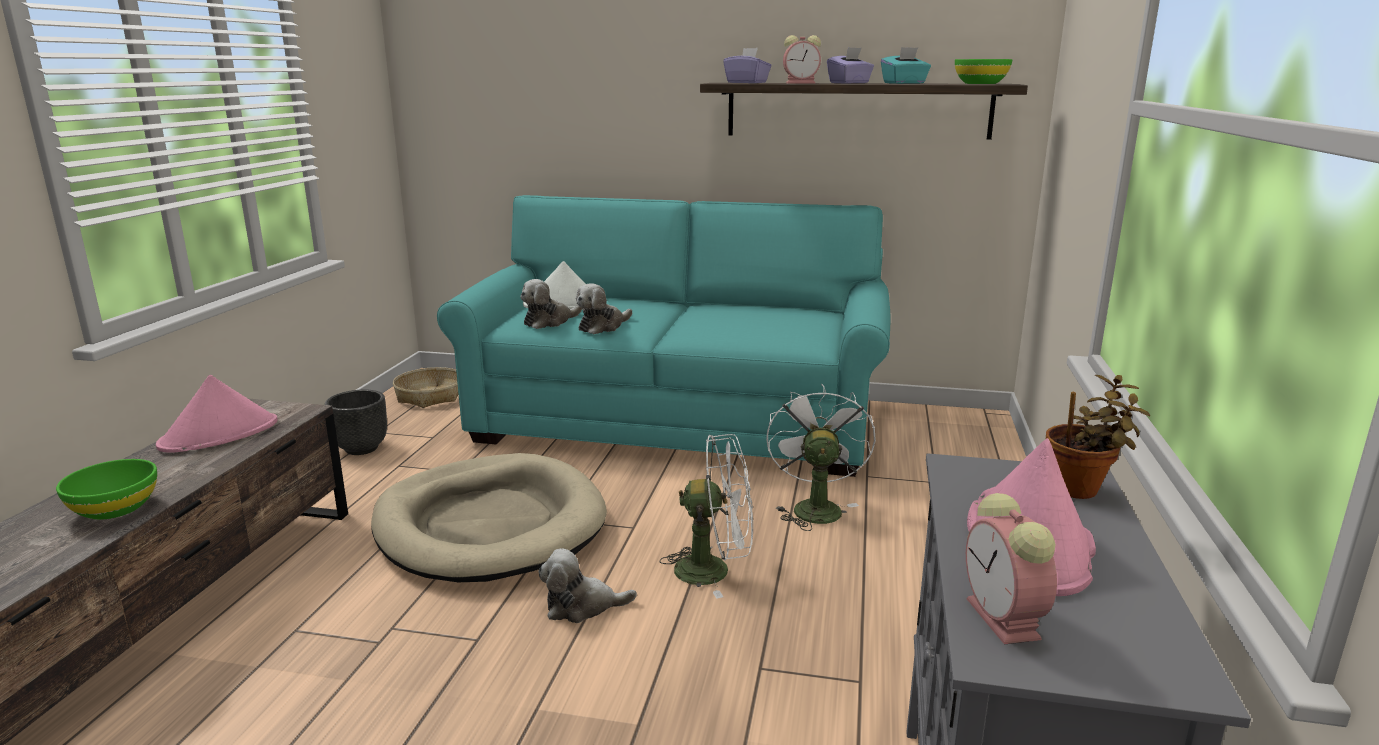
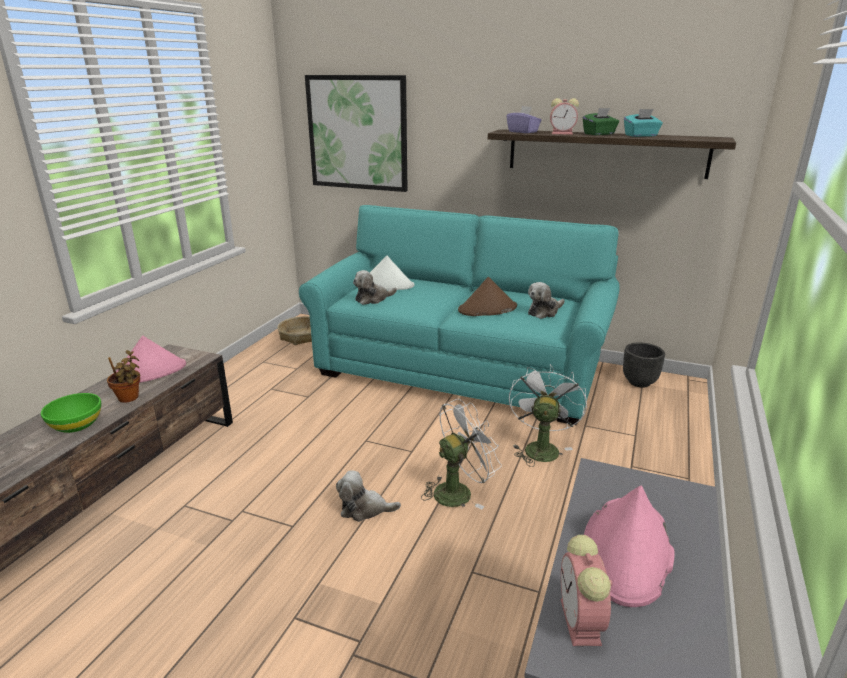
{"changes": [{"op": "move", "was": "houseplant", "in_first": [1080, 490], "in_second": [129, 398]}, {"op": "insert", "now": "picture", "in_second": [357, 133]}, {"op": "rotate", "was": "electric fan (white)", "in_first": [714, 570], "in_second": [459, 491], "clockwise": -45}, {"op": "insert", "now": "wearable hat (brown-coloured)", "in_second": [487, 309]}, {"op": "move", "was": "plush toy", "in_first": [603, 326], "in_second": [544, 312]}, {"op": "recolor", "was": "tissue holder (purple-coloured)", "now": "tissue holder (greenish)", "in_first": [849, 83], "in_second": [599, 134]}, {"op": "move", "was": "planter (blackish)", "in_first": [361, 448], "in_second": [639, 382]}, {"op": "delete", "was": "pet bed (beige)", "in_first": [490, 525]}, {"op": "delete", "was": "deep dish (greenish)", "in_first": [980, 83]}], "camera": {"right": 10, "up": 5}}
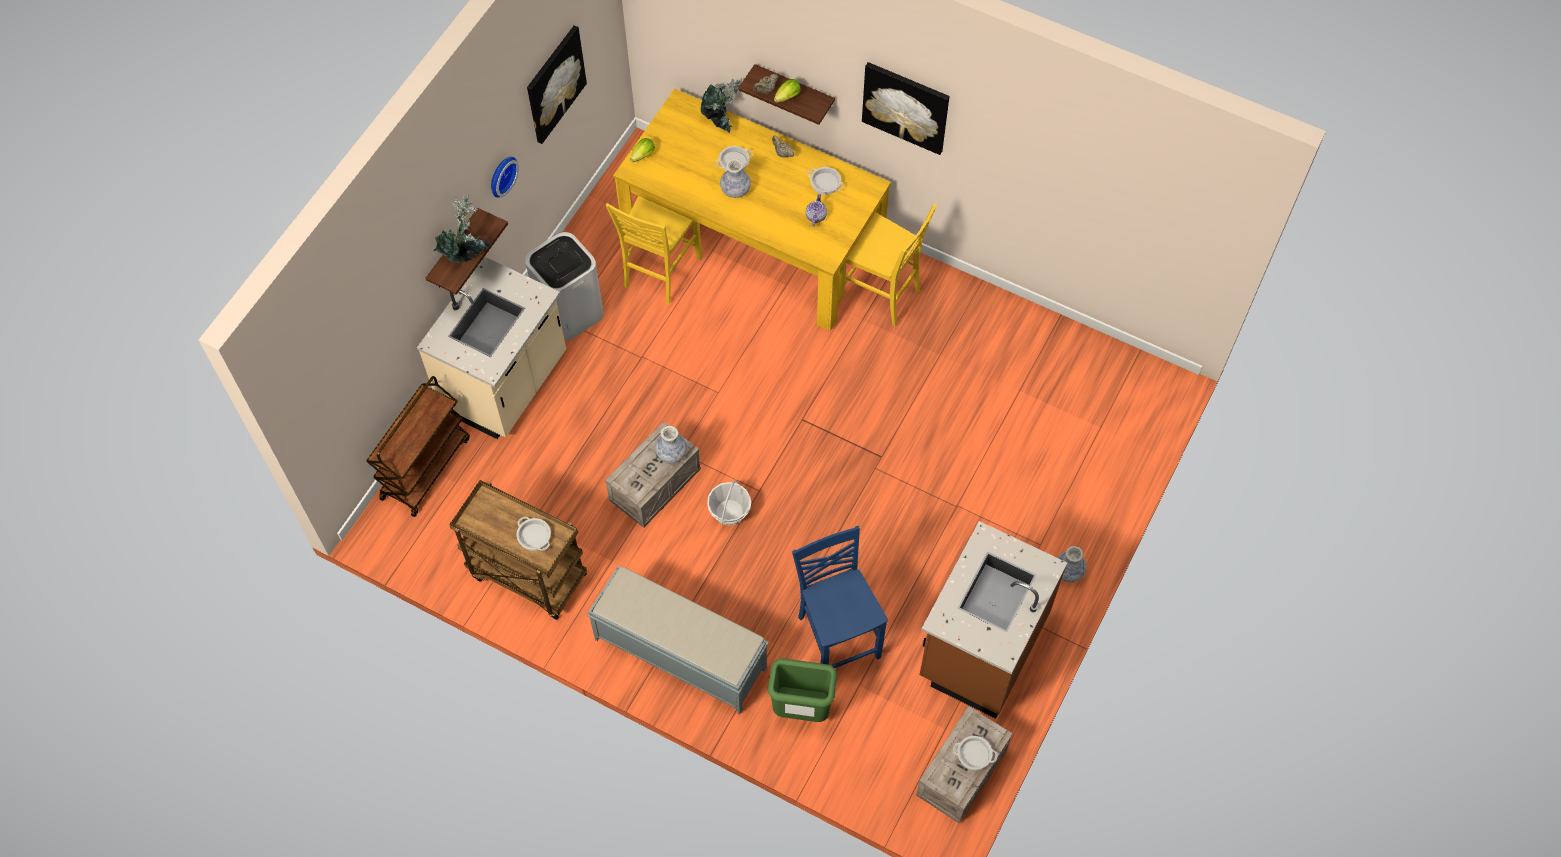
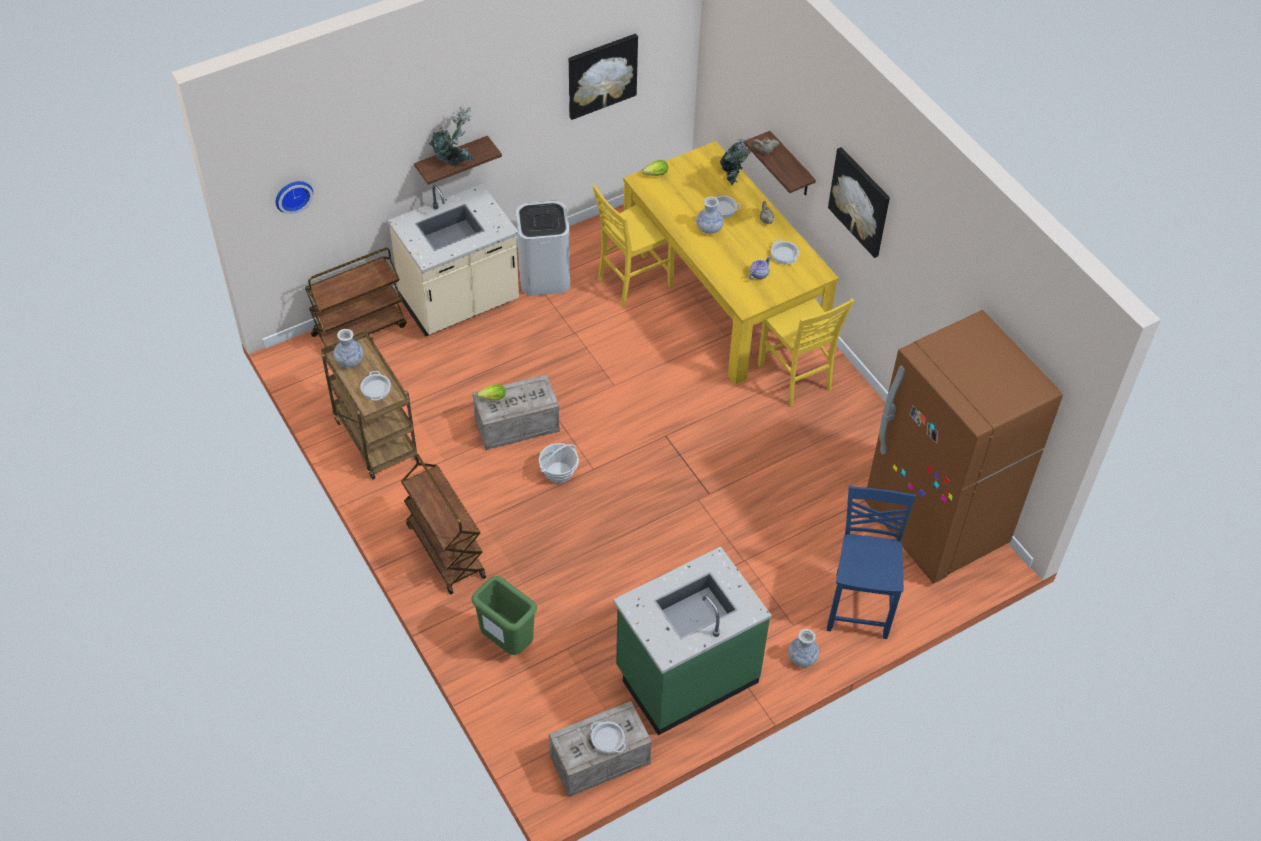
{"changes": [{"op": "move", "was": "clock on the wall", "in_first": [501, 175], "in_second": [292, 195]}, {"op": "move", "was": "vase", "in_first": [671, 453], "in_second": [349, 360]}, {"op": "replace", "was": "indoor bench (gray)", "now": "cart (brown-coloured)", "in_first": [679, 653], "in_second": [445, 550]}, {"op": "move", "was": "lettuce", "in_first": [786, 98], "in_second": [491, 398]}, {"op": "recolor", "was": "counter (brown-coloured)", "now": "counter (greenish)", "in_first": [981, 647], "in_second": [686, 675]}, {"op": "move", "was": "chair (blue)", "in_first": [837, 636], "in_second": [860, 604]}, {"op": "insert", "now": "refrigerator (brown-coloured)", "in_second": [935, 525]}], "camera": {"right": 30, "up": -10}}
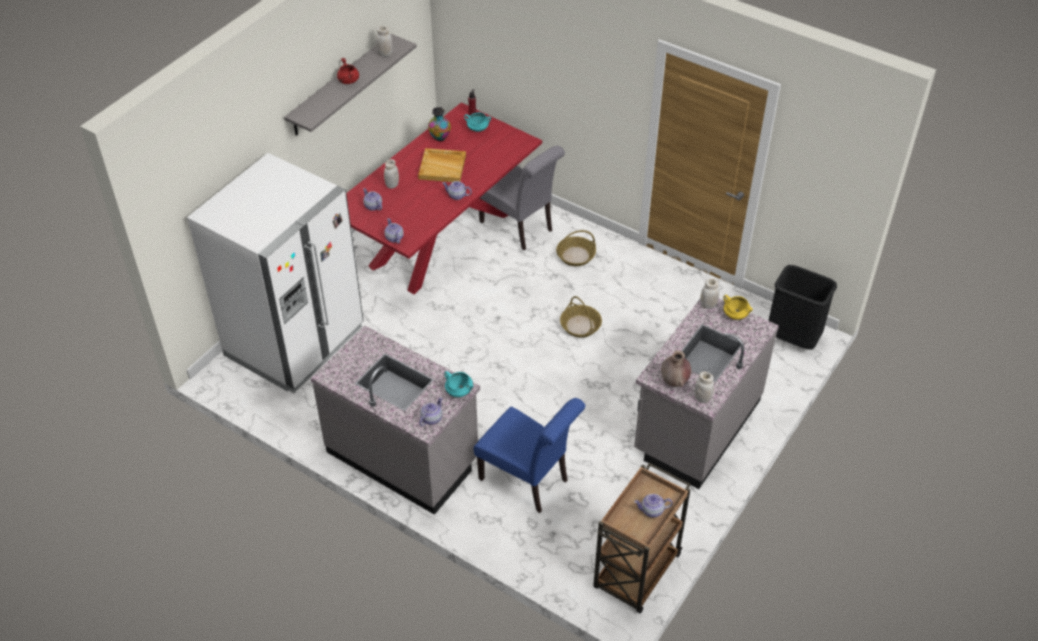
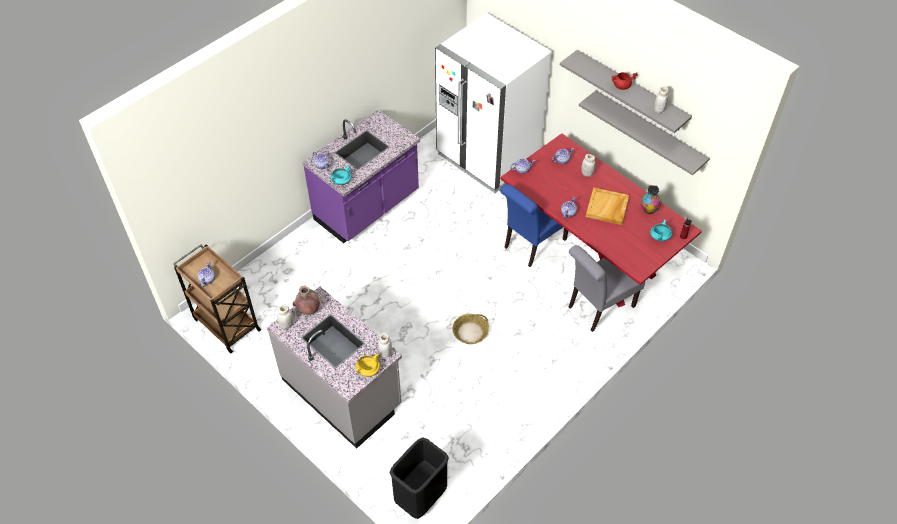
{"changes": [{"op": "recolor", "was": "counter (gray)", "now": "counter (purple-coloured)", "in_first": [403, 456], "in_second": [367, 207]}, {"op": "move", "was": "chair (blue)", "in_first": [528, 481], "in_second": [532, 245]}, {"op": "insert", "now": "bracket shelf (gray)", "in_second": [649, 131]}, {"op": "delete", "was": "household basket", "in_first": [576, 255]}], "camera": {"right": 100, "up": 5}}
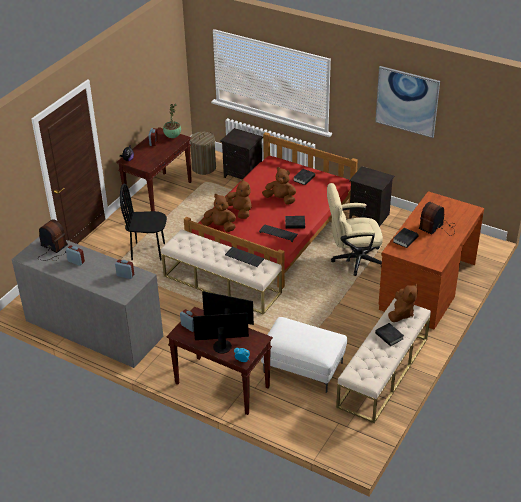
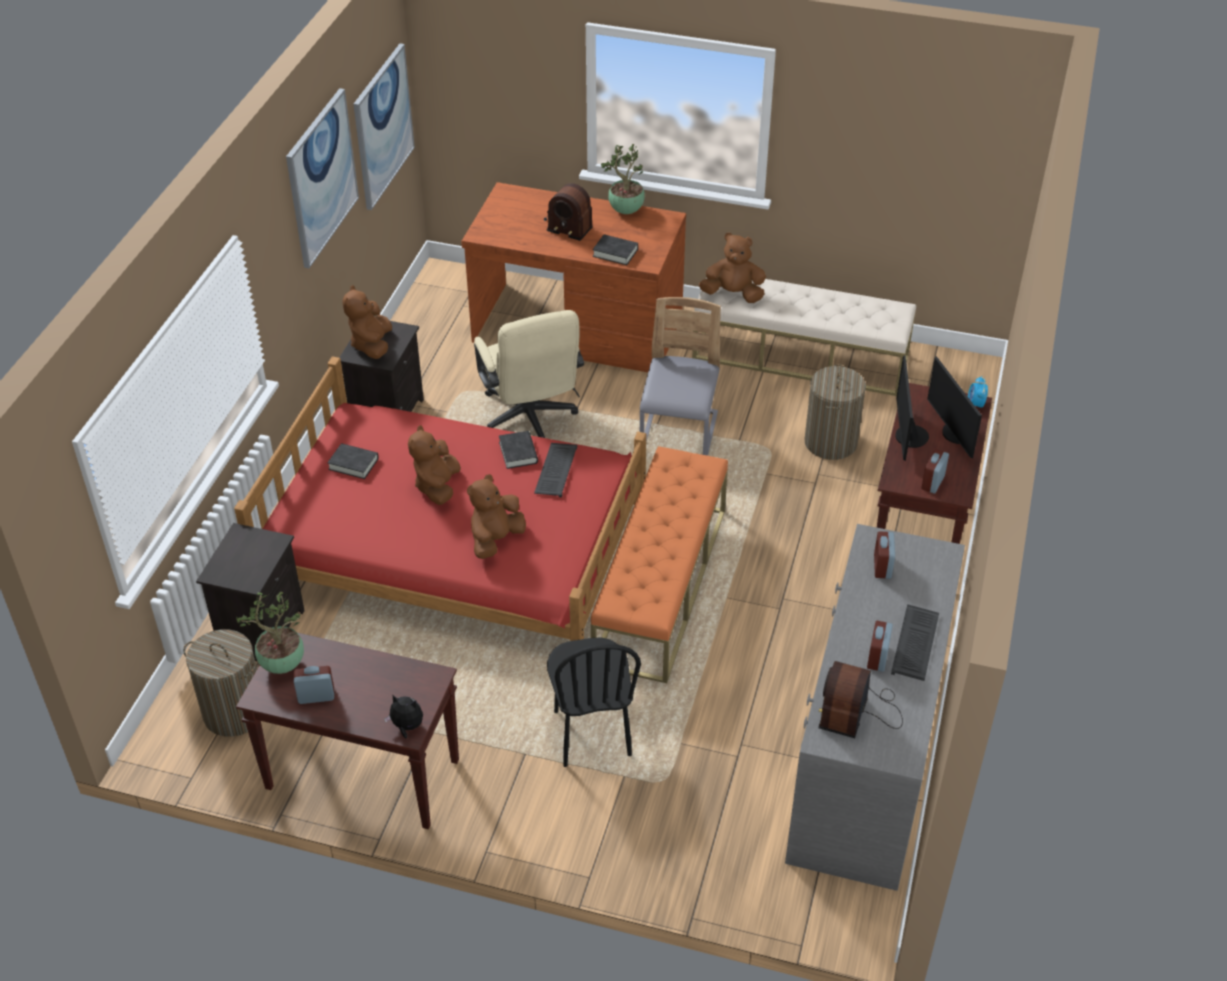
{"changes": [{"op": "move", "was": "plush toy (brown-coloured)", "in_first": [220, 227], "in_second": [372, 345]}, {"op": "insert", "now": "picture", "in_second": [383, 126]}, {"op": "recolor", "was": "indoor bench (beige)", "now": "indoor bench (orangey)", "in_first": [222, 284], "in_second": [661, 585]}, {"op": "insert", "now": "houseplant", "in_second": [625, 211]}, {"op": "insert", "now": "chair (gray)", "in_second": [679, 432]}, {"op": "replace", "was": "pouffe (white)", "now": "laundry basket", "in_first": [303, 367], "in_second": [830, 442]}, {"op": "move", "was": "PC keyboard", "in_first": [243, 258], "in_second": [915, 645]}, {"op": "delete", "was": "bound book (blackish)", "in_first": [389, 336]}], "camera": {"right": -105, "up": 5}}
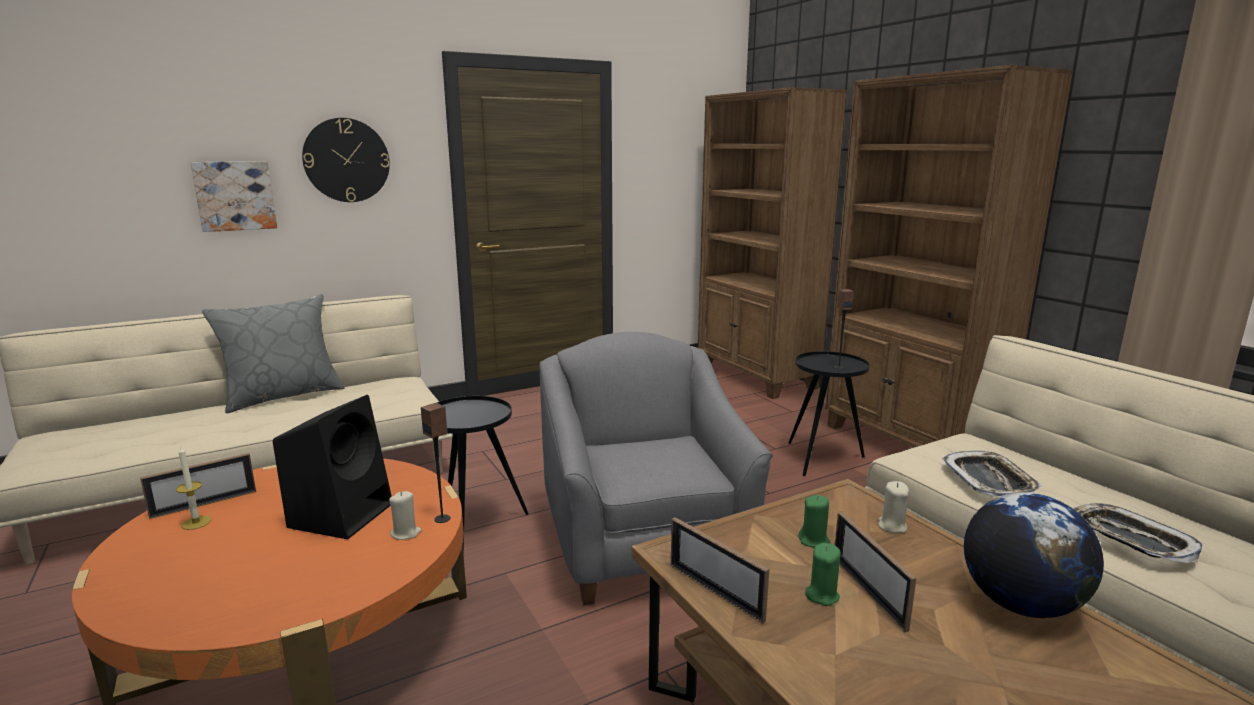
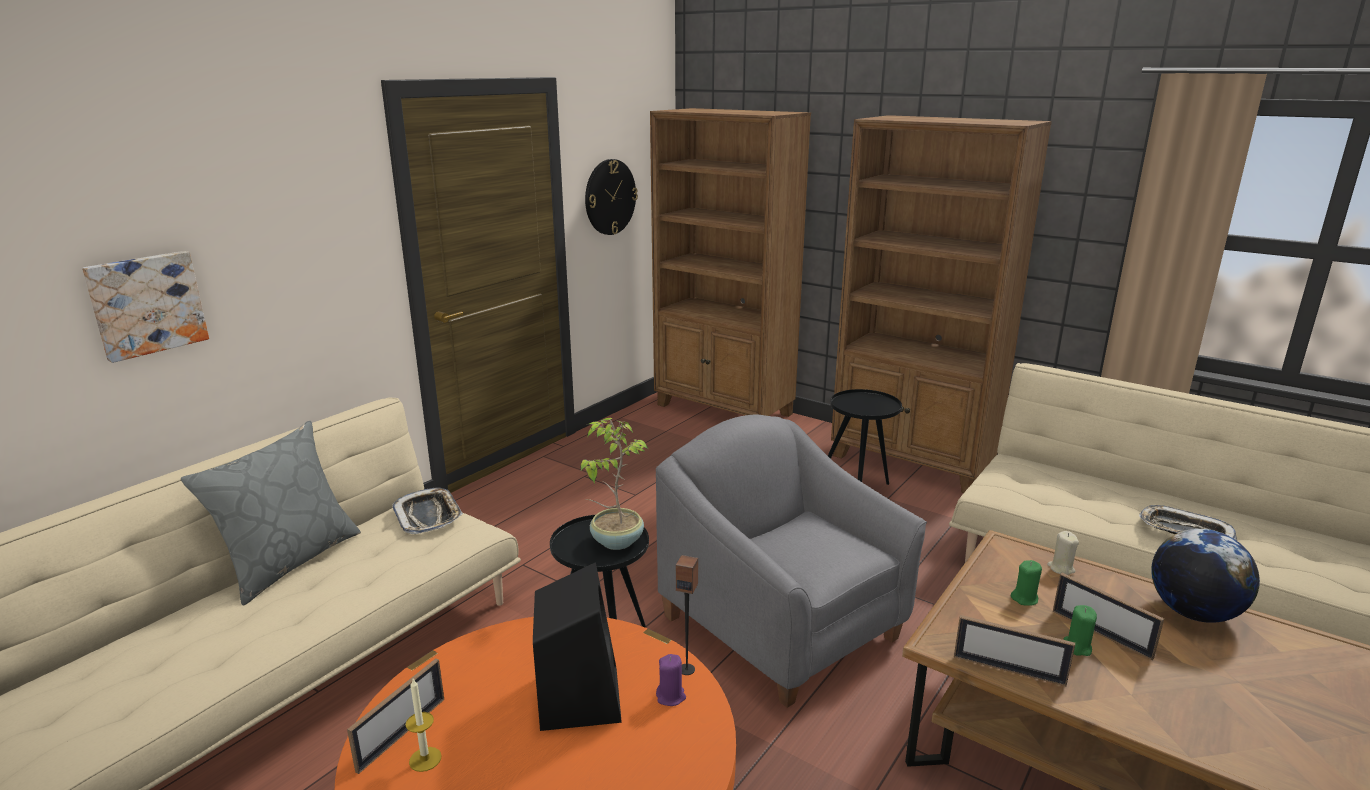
{"changes": [{"op": "move", "was": "carrying tray", "in_first": [989, 480], "in_second": [428, 516]}, {"op": "insert", "now": "houseplant", "in_second": [615, 541]}, {"op": "move", "was": "clock on the wall", "in_first": [346, 160], "in_second": [610, 197]}, {"op": "recolor", "was": "wax light (beige)", "now": "wax light (purple-coloured)", "in_first": [406, 533], "in_second": [671, 696]}, {"op": "delete", "was": "speaker", "in_first": [838, 367]}], "camera": {"right": -25, "up": 5}}
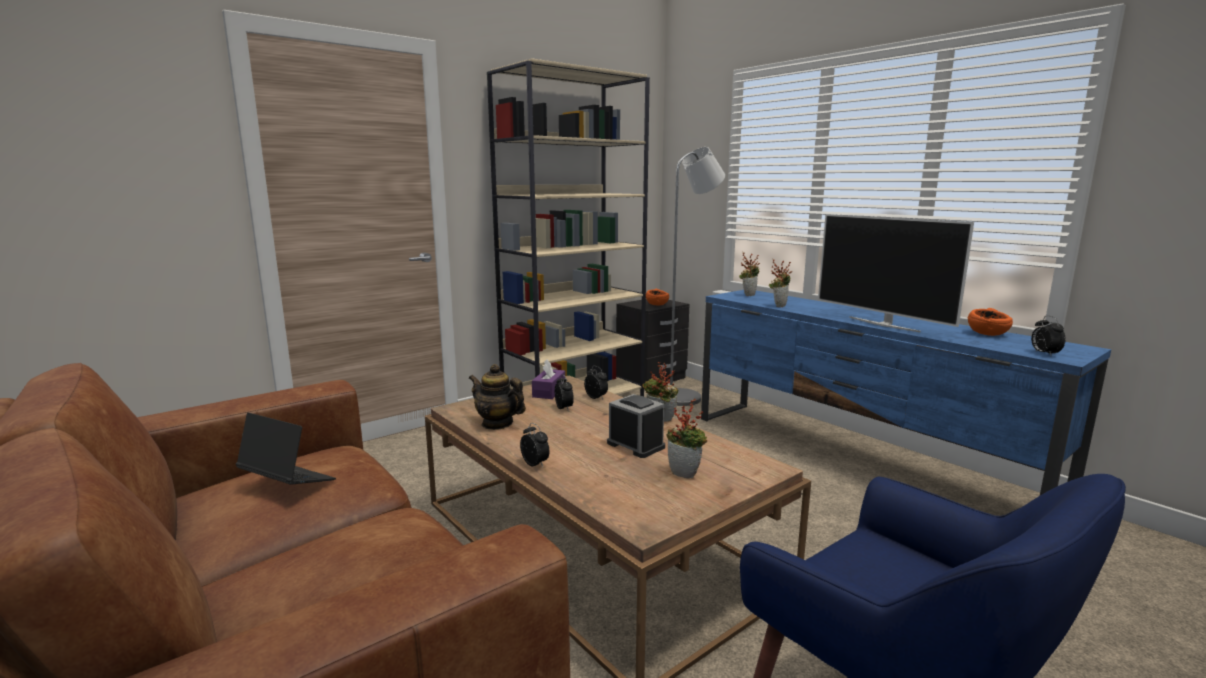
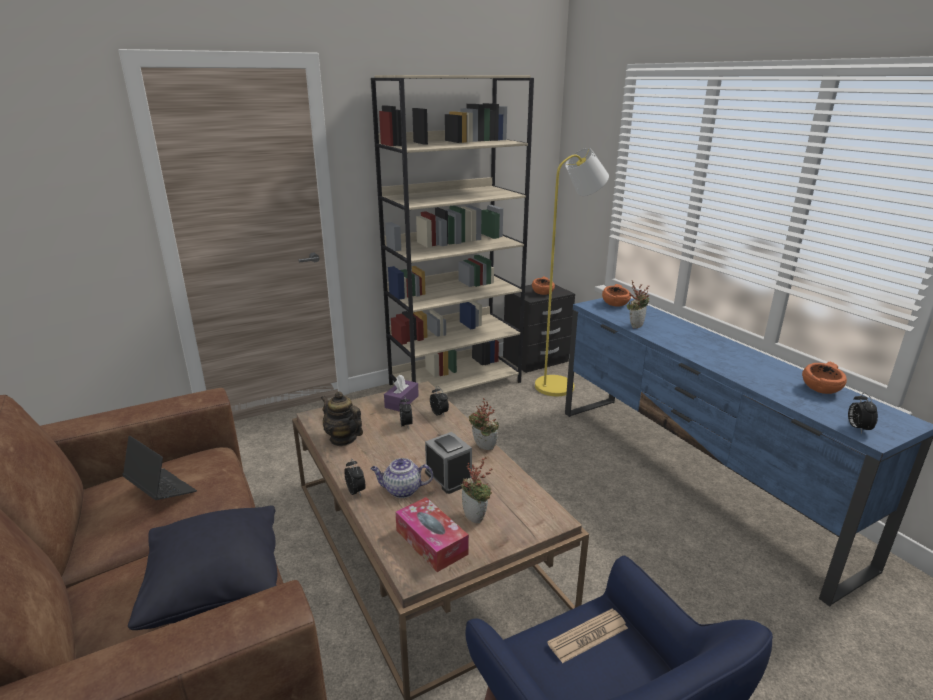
{"changes": [{"op": "insert", "now": "throw pillow (blackish)", "in_second": [216, 588]}, {"op": "insert", "now": "pot for tea", "in_second": [402, 490]}, {"op": "insert", "now": "tissue holder", "in_second": [431, 542]}, {"op": "recolor", "was": "floor lamp (gray)", "now": "floor lamp (yellowish)", "in_first": [686, 397], "in_second": [561, 385]}, {"op": "insert", "now": "newspaper", "in_second": [588, 636]}, {"op": "replace", "was": "houseplant", "now": "deep dish (orangey)", "in_first": [748, 295], "in_second": [615, 304]}, {"op": "delete", "was": "television", "in_first": [883, 324]}], "camera": {"right": 10, "up": 10}}
